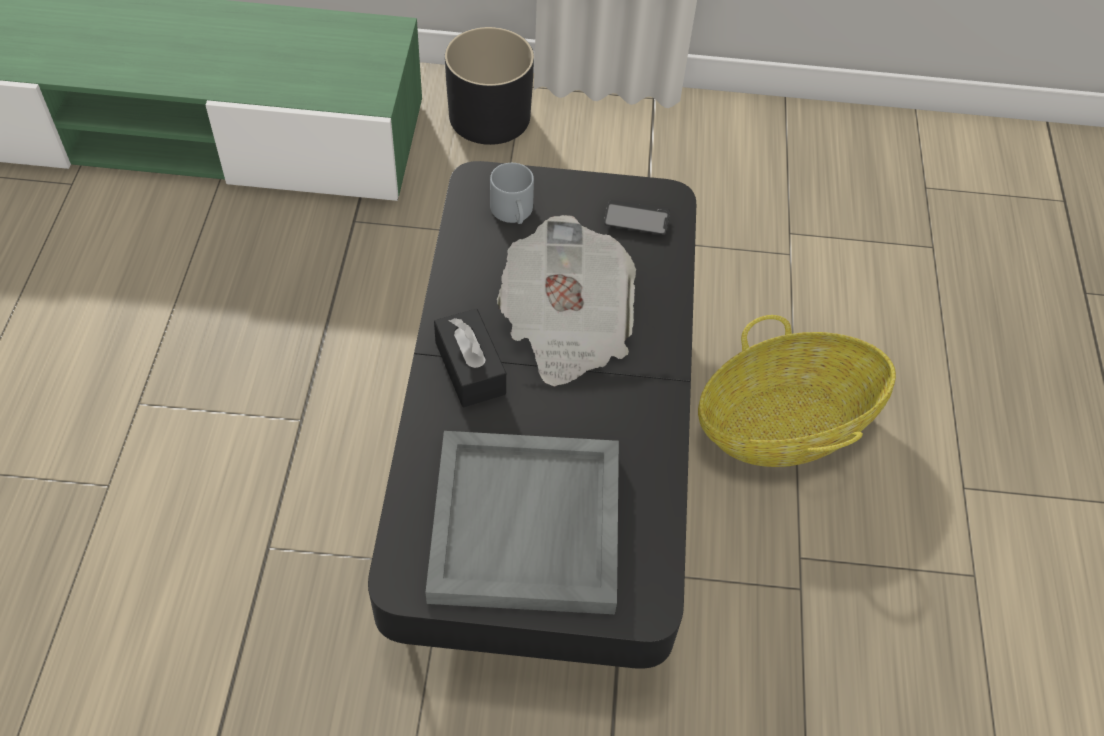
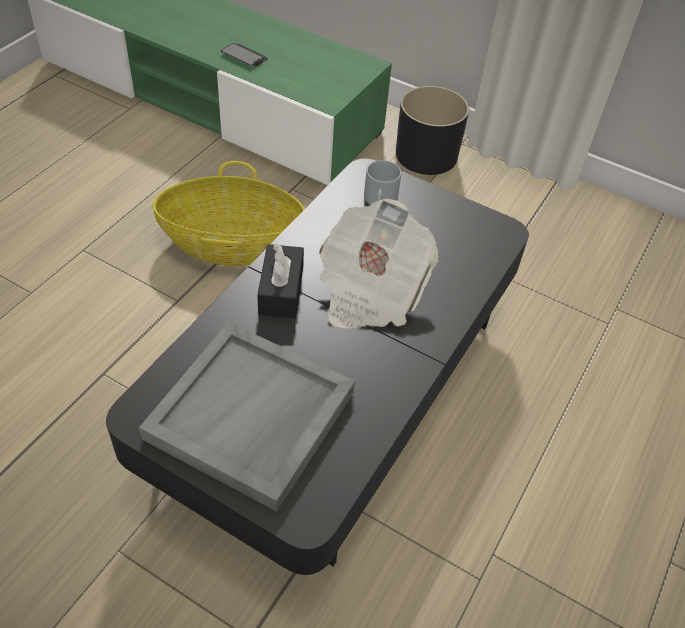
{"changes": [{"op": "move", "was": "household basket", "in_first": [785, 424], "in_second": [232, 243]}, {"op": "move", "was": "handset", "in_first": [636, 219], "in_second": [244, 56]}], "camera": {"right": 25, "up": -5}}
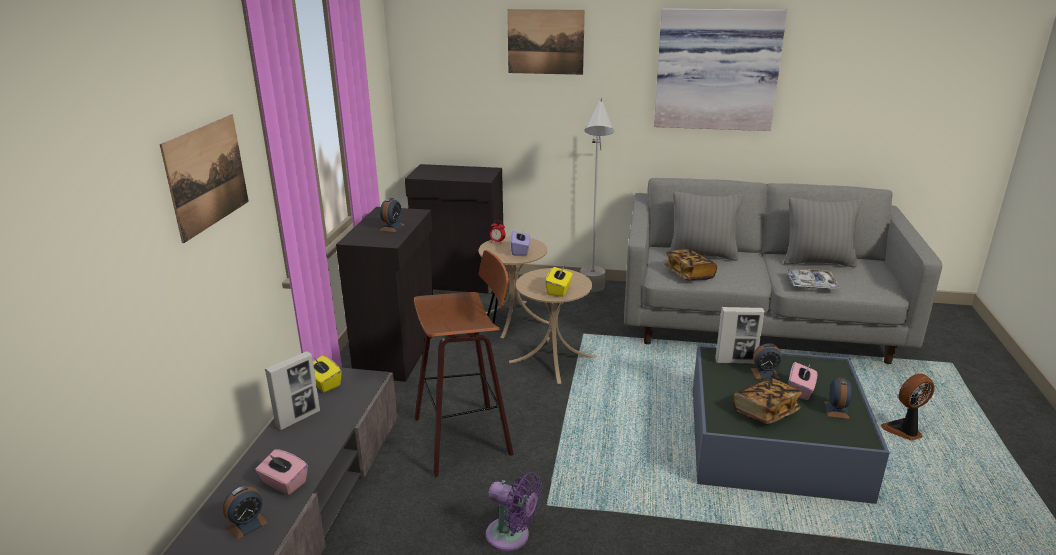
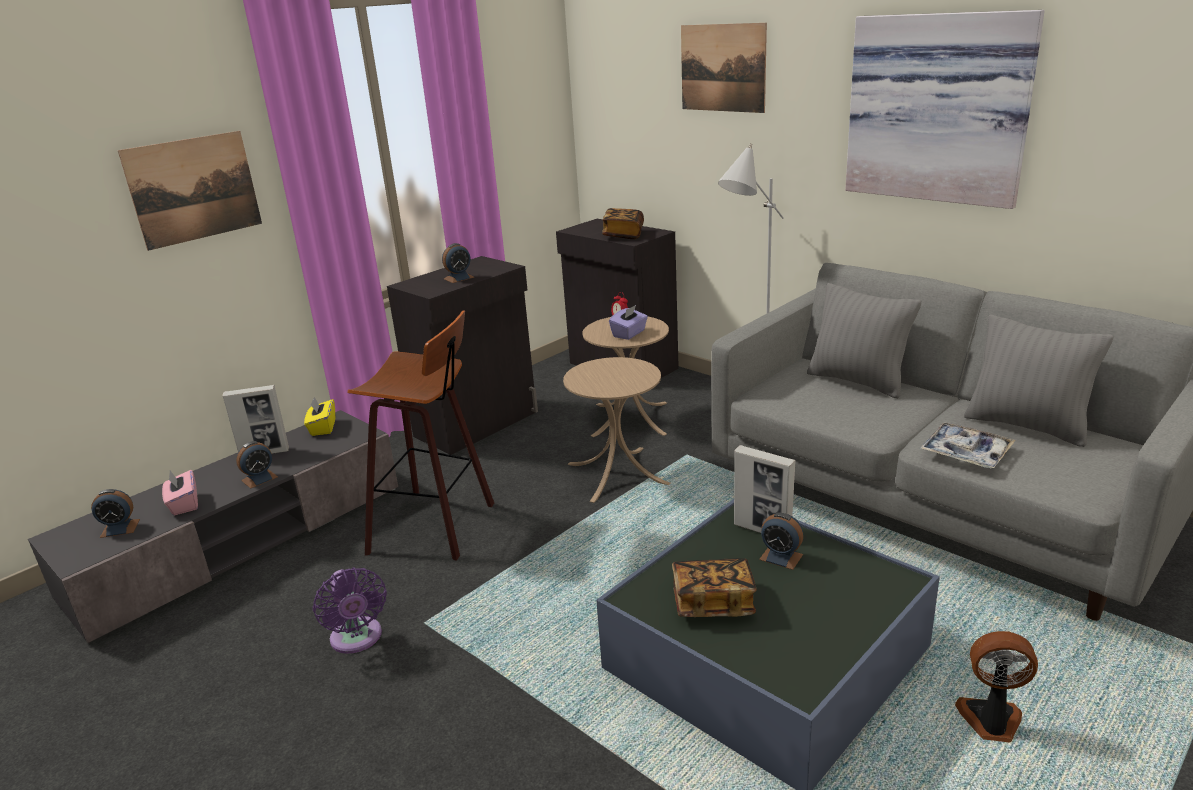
{"changes": [{"op": "move", "was": "table clock", "in_first": [836, 410], "in_second": [259, 478]}, {"op": "move", "was": "bound book", "in_first": [689, 274], "in_second": [623, 234]}, {"op": "delete", "was": "tissue holder (yellowish)", "in_first": [559, 290]}, {"op": "delete", "was": "tissue holder (pink-coloured)", "in_first": [800, 390]}], "camera": {"right": 35, "up": 0}}
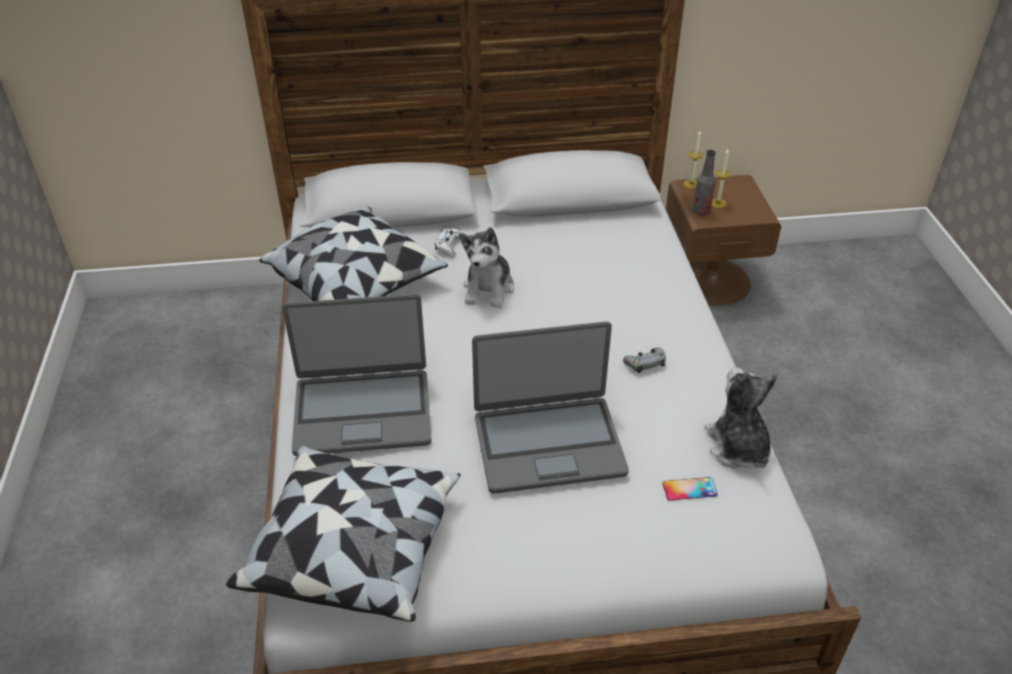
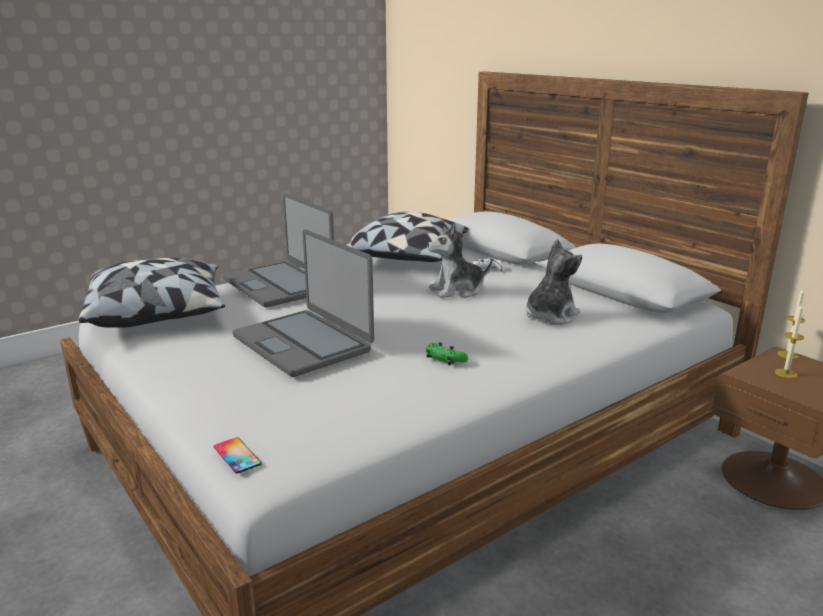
{"changes": [{"op": "move", "was": "handset", "in_first": [689, 489], "in_second": [237, 455]}, {"op": "recolor", "was": "joypad (gray)", "now": "joypad (greenish)", "in_first": [645, 363], "in_second": [445, 359]}, {"op": "move", "was": "plush toy", "in_first": [737, 447], "in_second": [550, 316]}, {"op": "delete", "was": "drink bottle", "in_first": [701, 212]}], "camera": {"right": 60, "up": -20}}
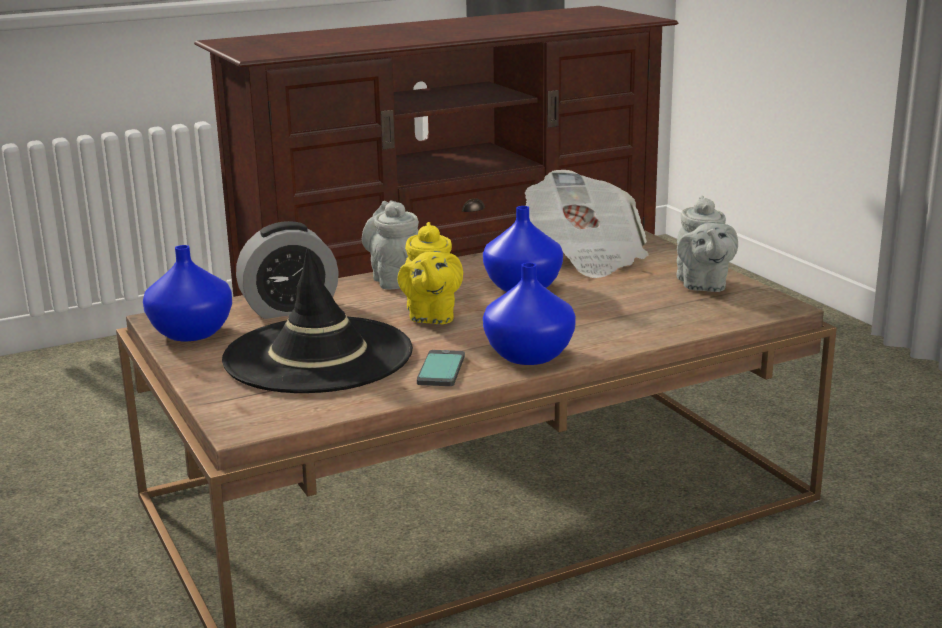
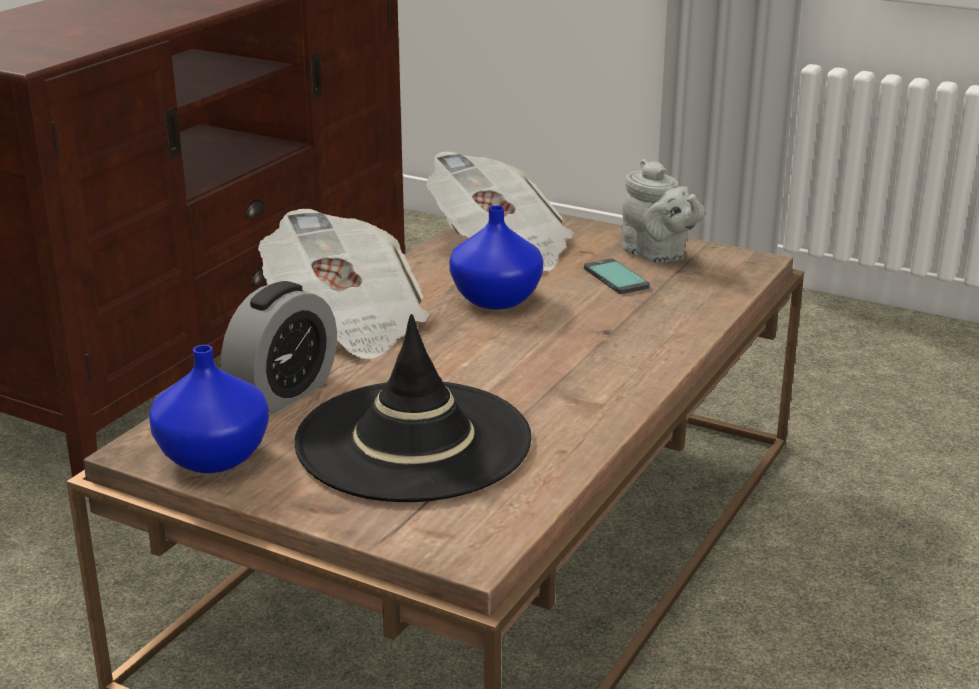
{"changes": [{"op": "replace", "was": "pot for tea (gray)", "now": "newspaper", "in_first": [395, 280], "in_second": [346, 324]}, {"op": "move", "was": "handset", "in_first": [440, 370], "in_second": [615, 278]}, {"op": "delete", "was": "pot for tea (yellowish)", "in_first": [431, 317]}, {"op": "delete", "was": "vase (blue)", "in_first": [528, 356]}], "camera": {"right": -35, "up": 5}}
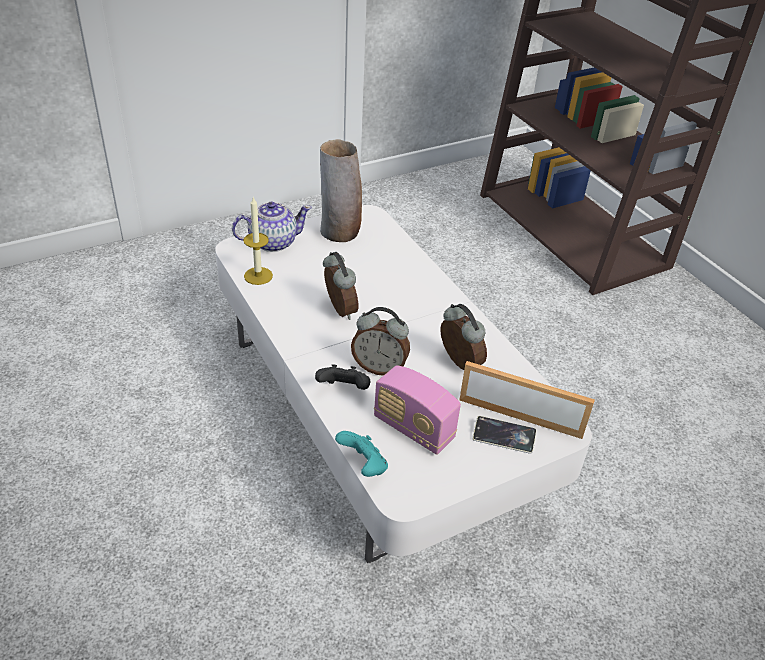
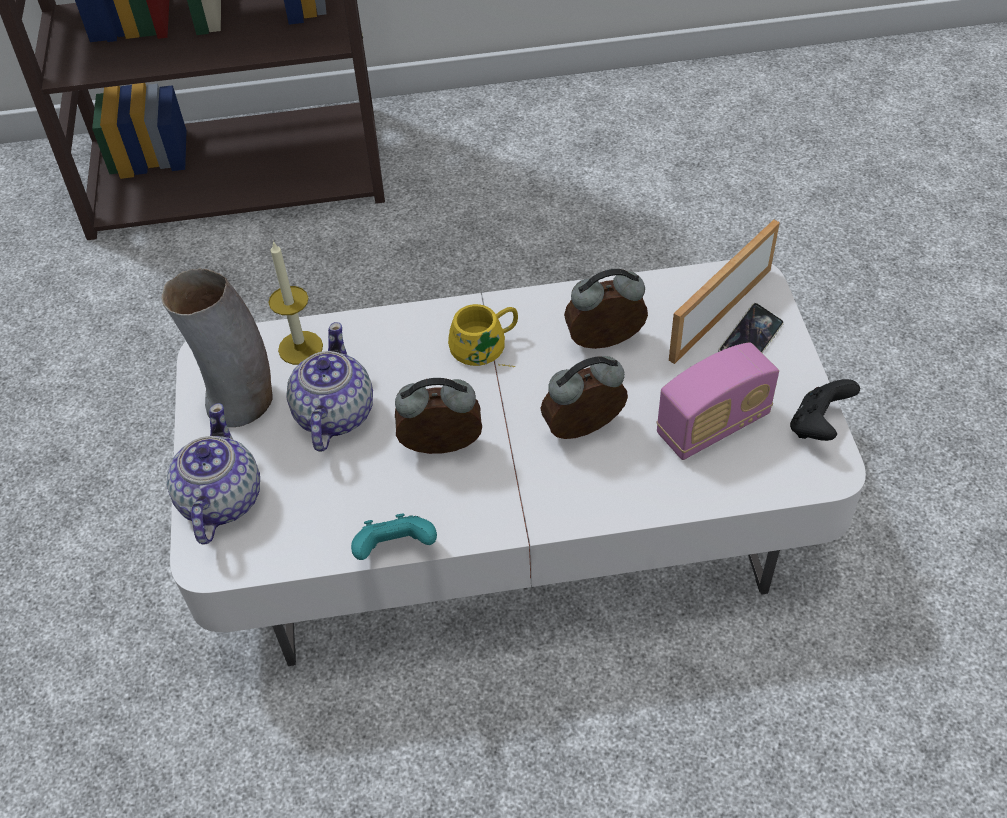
{"changes": [{"op": "move", "was": "wax light", "in_first": [258, 276], "in_second": [300, 348]}, {"op": "insert", "now": "pot for tea", "in_second": [333, 415]}, {"op": "move", "was": "joypad (turquoise)", "in_first": [363, 466], "in_second": [395, 549]}, {"op": "insert", "now": "coffee mug (yellowish)", "in_second": [487, 348]}, {"op": "rotate", "was": "table clock", "in_first": [379, 367], "in_second": [584, 432], "clockwise": -150}, {"op": "move", "was": "joypad (blackish)", "in_first": [344, 390], "in_second": [818, 426]}], "camera": {"right": -65, "up": 10}}
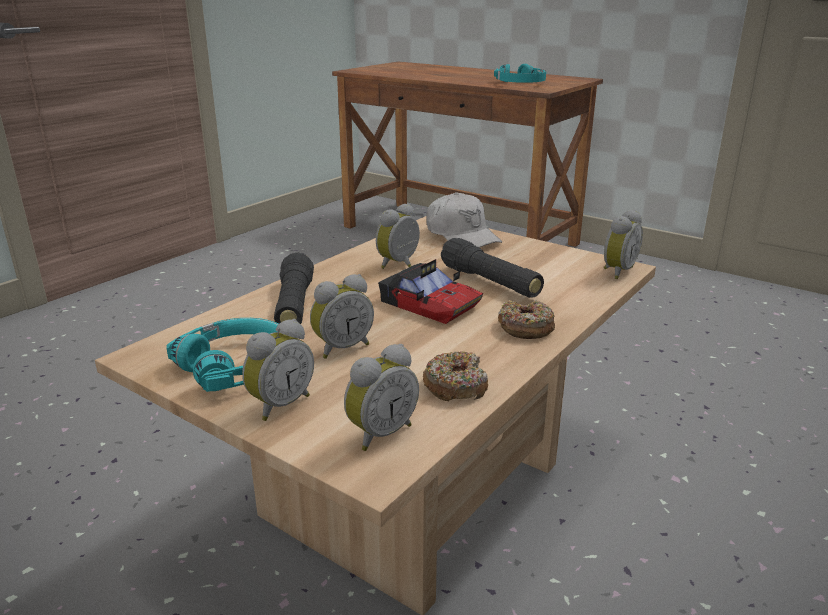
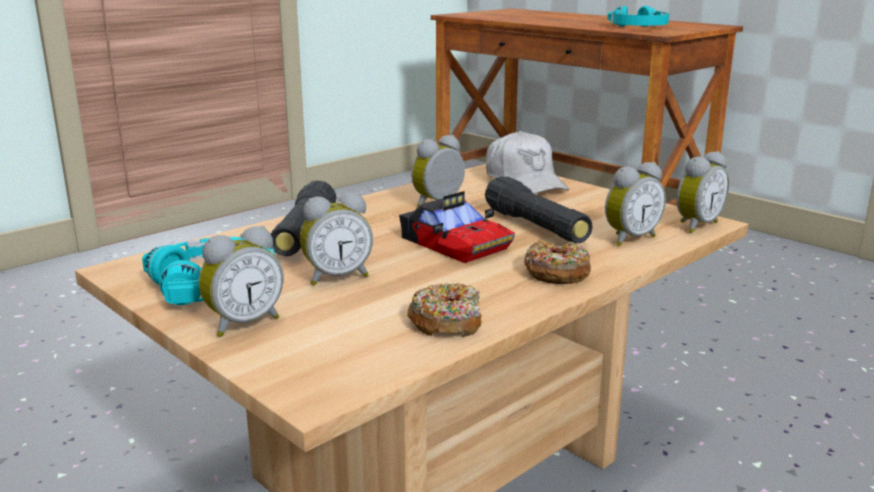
{"changes": [{"op": "move", "was": "table clock", "in_first": [379, 433], "in_second": [629, 239]}], "camera": {"right": 10, "up": -5}}
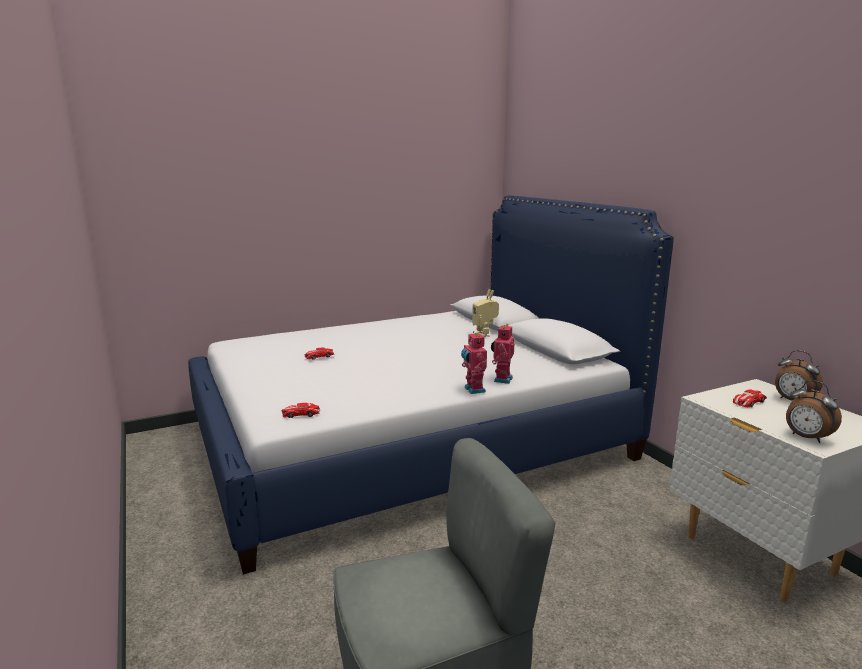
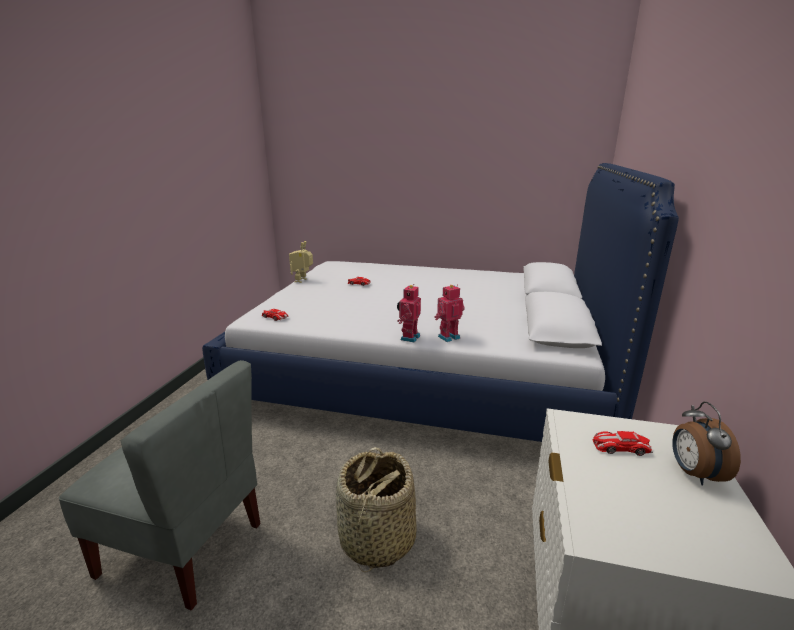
{"changes": [{"op": "move", "was": "toy robot", "in_first": [485, 334], "in_second": [303, 280]}, {"op": "insert", "now": "household basket", "in_second": [376, 539]}, {"op": "delete", "was": "table clock", "in_first": [806, 438]}], "camera": {"right": 40, "up": 5}}
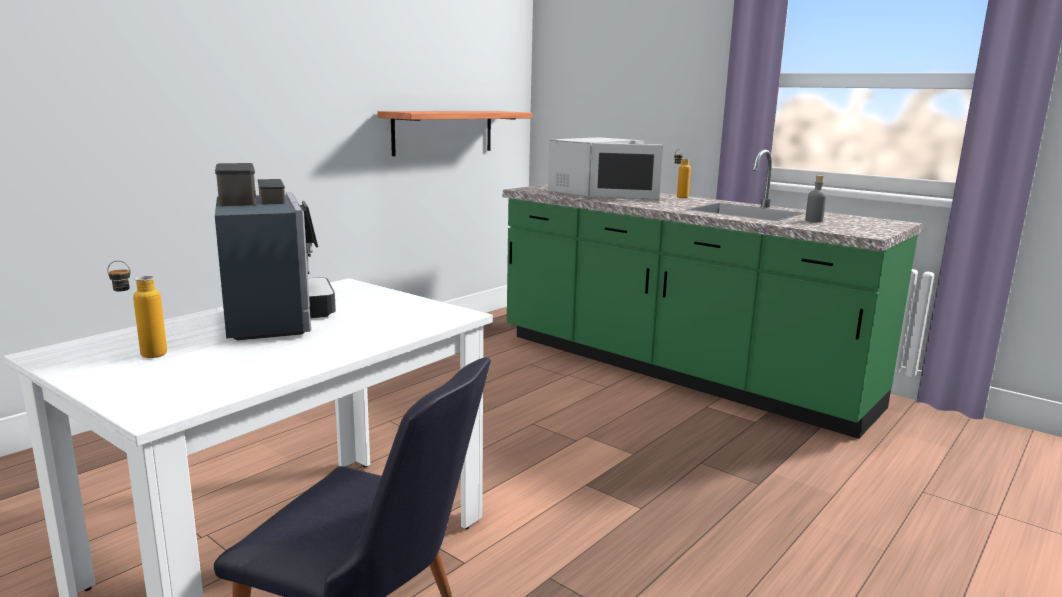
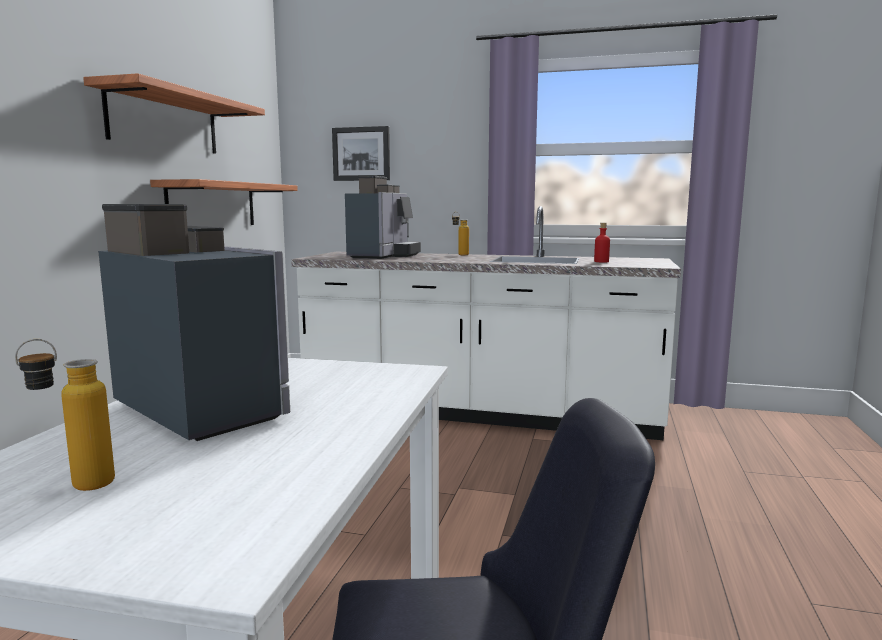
{"changes": [{"op": "insert", "now": "bracket shelf", "in_second": [165, 122]}, {"op": "recolor", "was": "counter (greenish)", "now": "counter (white)", "in_first": [675, 371], "in_second": [479, 413]}, {"op": "insert", "now": "picture", "in_second": [361, 154]}, {"op": "replace", "was": "microwave (white)", "now": "coffee machine", "in_first": [596, 192], "in_second": [383, 256]}, {"op": "recolor", "was": "drink bottle (gray)", "now": "drink bottle (red-coloured)", "in_first": [813, 221], "in_second": [601, 261]}], "camera": {"right": -25, "up": -5}}
